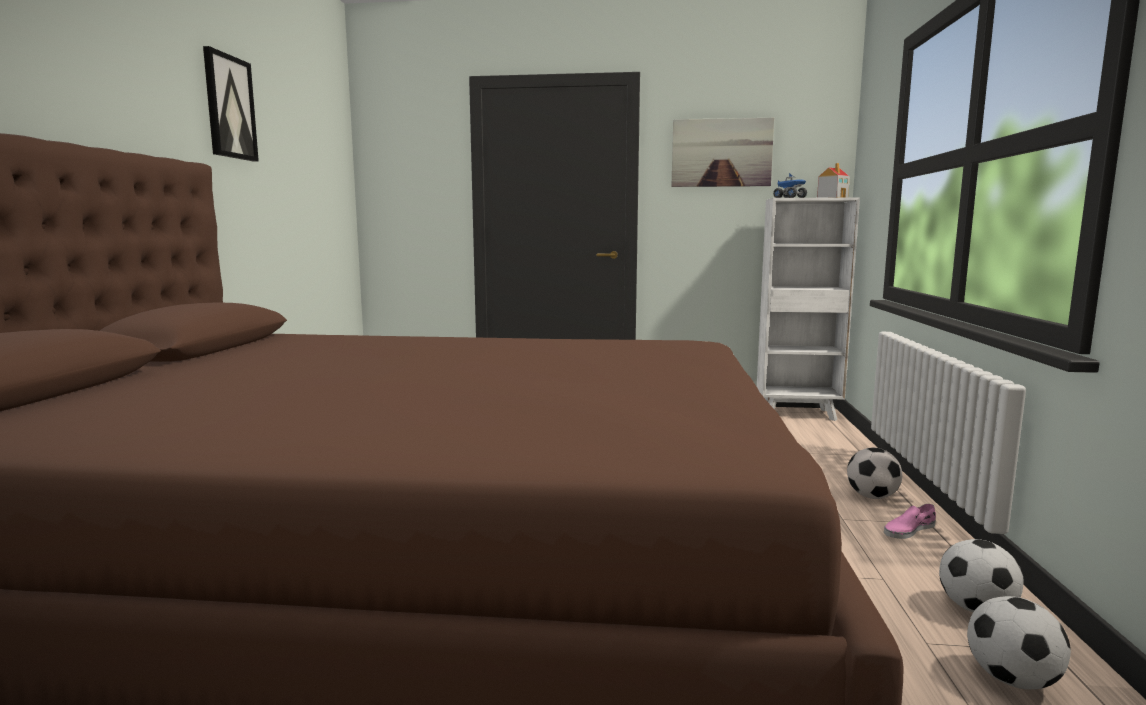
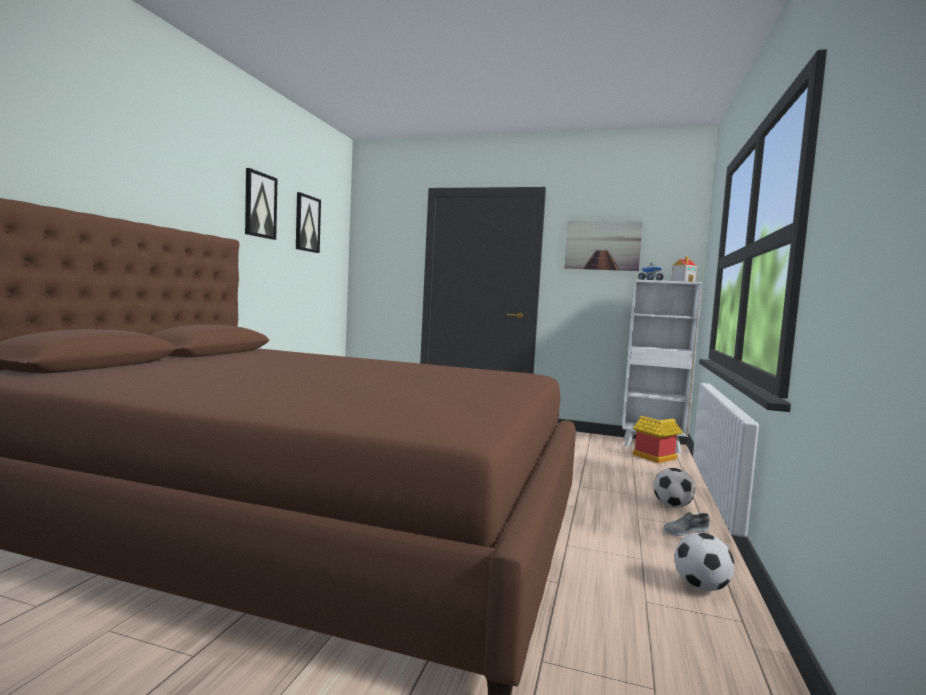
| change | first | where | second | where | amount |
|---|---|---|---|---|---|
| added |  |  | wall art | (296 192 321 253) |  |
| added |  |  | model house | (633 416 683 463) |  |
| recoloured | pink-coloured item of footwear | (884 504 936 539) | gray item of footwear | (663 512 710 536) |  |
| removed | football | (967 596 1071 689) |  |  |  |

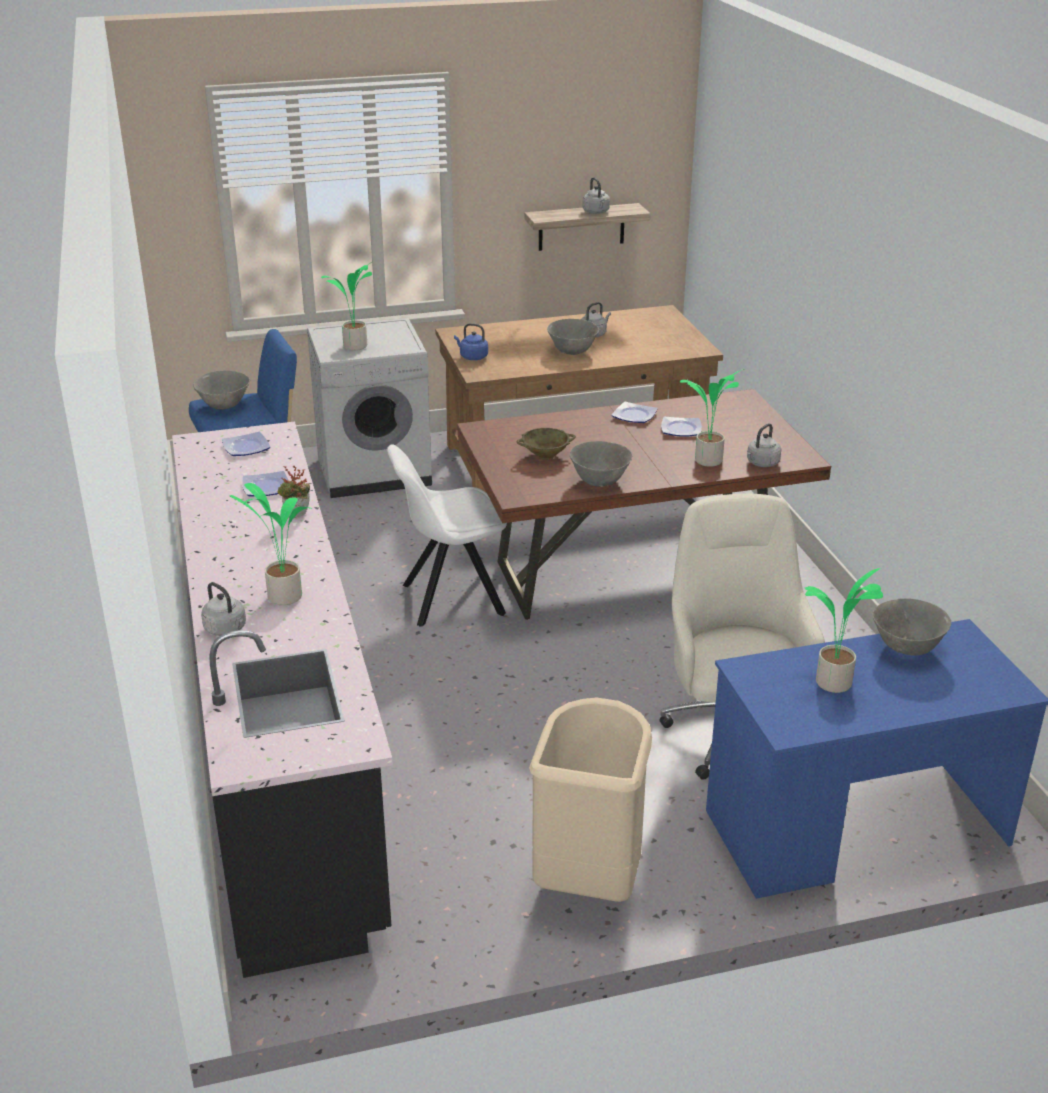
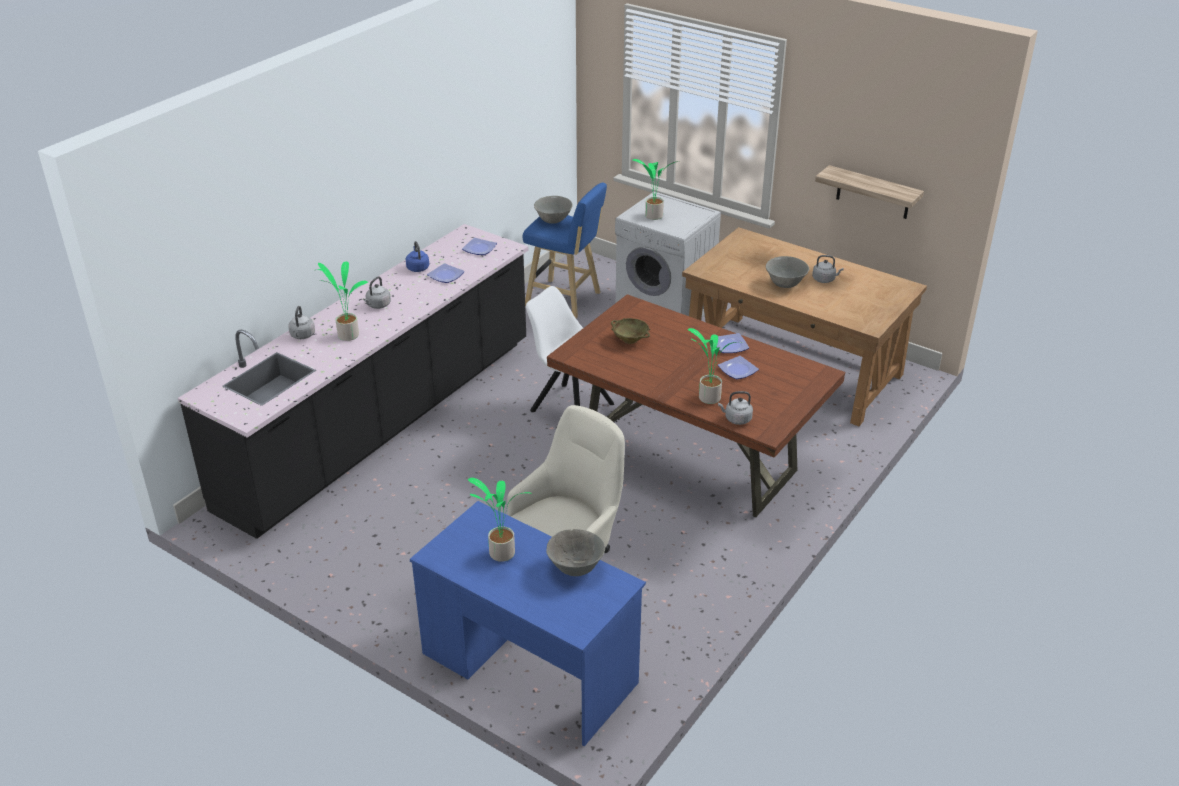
| change | first | where | second | where | amount |
|---|---|---|---|---|---|
| moved | gray tea kettle | (583 177 610 214) |  | (363 276 391 309) |  |
| moved | bluish tea kettle | (454 323 488 360) |  | (406 241 429 272) |  |
| removed | plant in a pot | (277 466 310 518) |  |  |  |
| removed | beige rubbish bin | (529 698 652 902) |  |  |  |
| removed | gray deep dish | (570 441 632 486) |  |  |  |

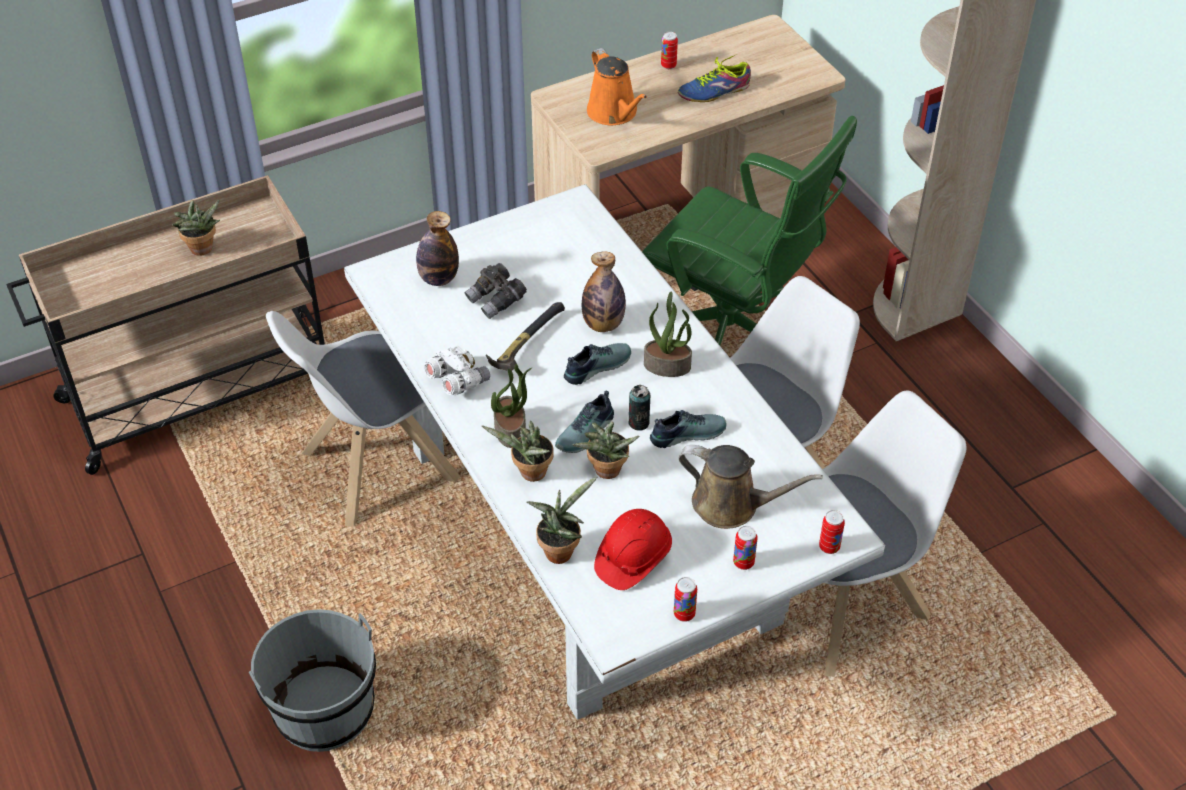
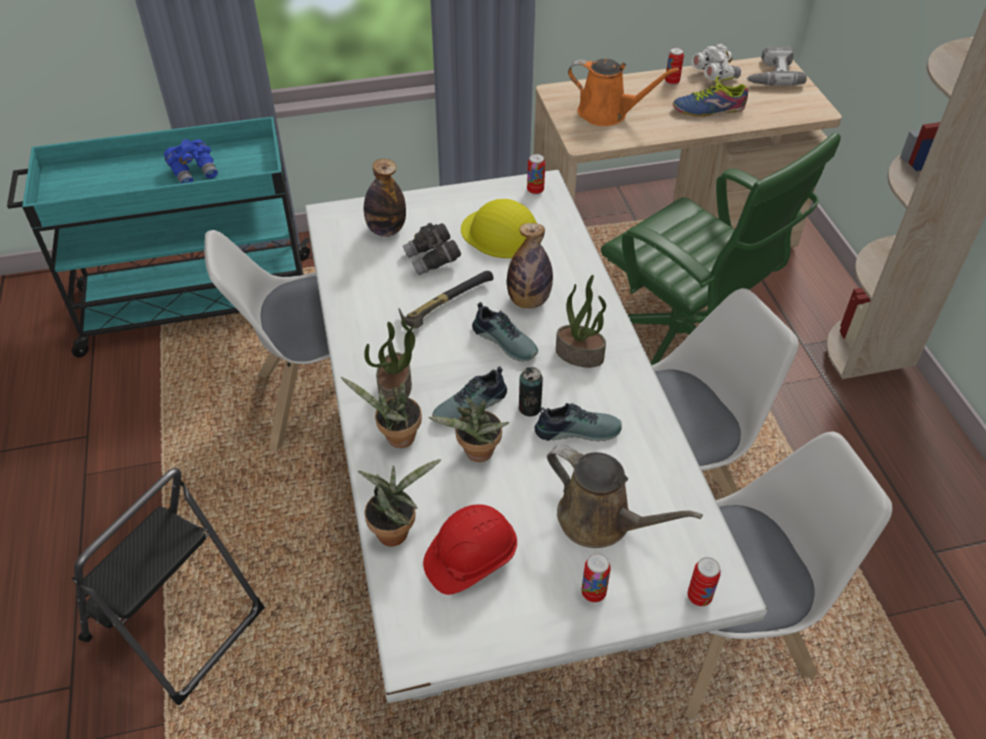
| change | first | where | second | where | amount |
|---|---|---|---|---|---|
| recoloured | beige cart | (6 175 325 475) | turquoise-coloured cart | (7 117 310 358) |  |
| replaced | gray pail | (249 609 376 752) | black-coloured step stool | (72 468 265 705) |  |
| replaced | plant in a pot | (172 200 220 256) | bluish pair of binoculars | (164 139 218 183) |  |
| added |  |  | yellow-coloured hard hat | (461 199 541 258) |  |
| turned | item of footwear | (564 343 631 385) |  | (472 302 538 361) | 60 degrees clockwise |
| moved | metal can | (674 577 697 622) |  | (527 154 545 195) |  |
| turned | orange-coloured watering can | (587 48 647 125) |  | (568 59 679 126) | 60 degrees counterclockwise |
| moved | white pair of binoculars | (424 346 490 395) |  | (691 44 741 80) |  |
| added |  |  | drill | (747 46 807 86) |  |

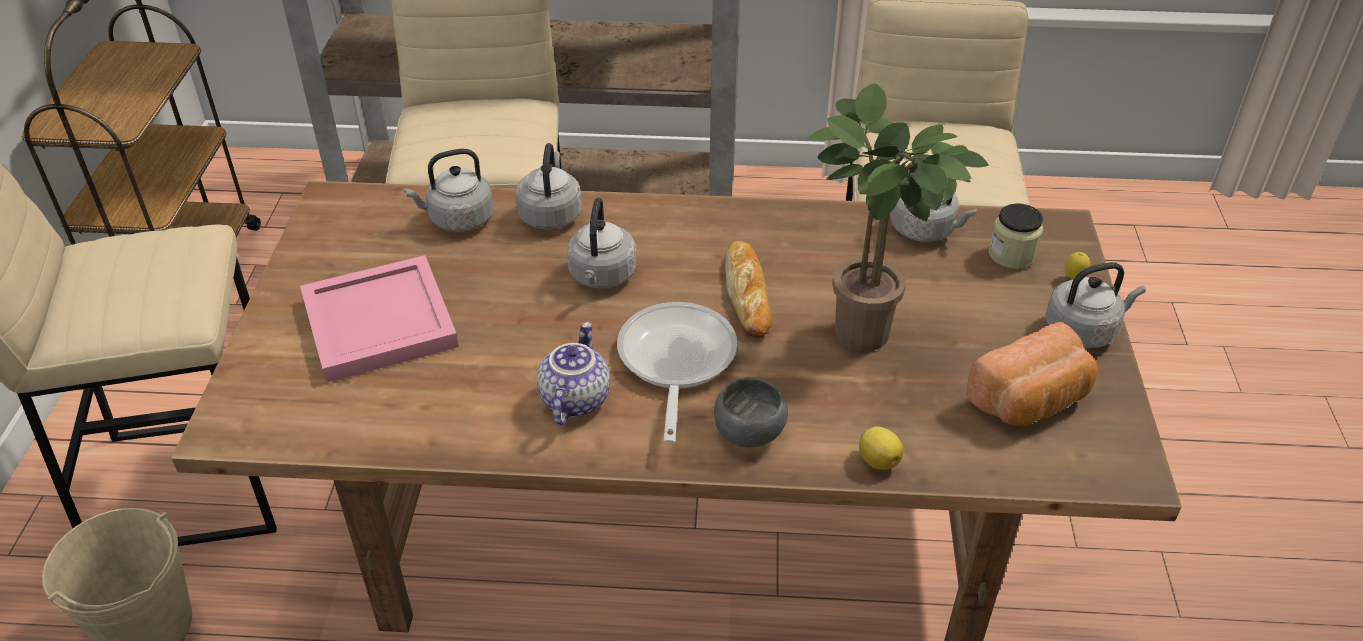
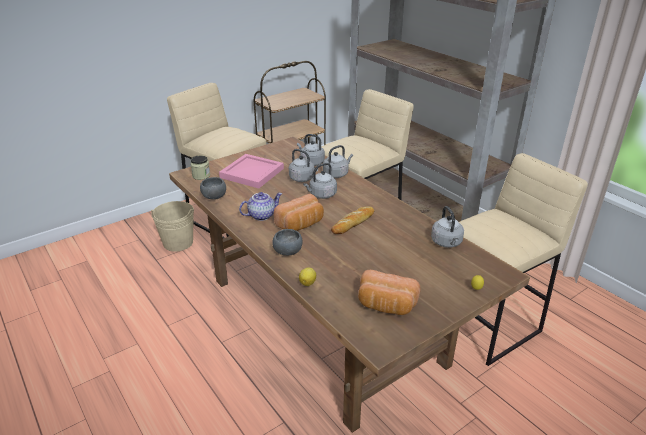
| change | first | where | second | where | amount |
|---|---|---|---|---|---|
| moved | jar | (989 203 1043 269) |  | (190 155 210 180) |  |
| added |  |  | gray deep dish | (200 177 226 200) |  |
| replaced | skillet | (617 302 737 443) | baked bread | (274 194 324 231) |  |
| moved | gray tea kettle | (1046 262 1146 348) |  | (289 149 318 182) |  |
| removed | plant in a pot | (807 83 989 351) |  |  |  |

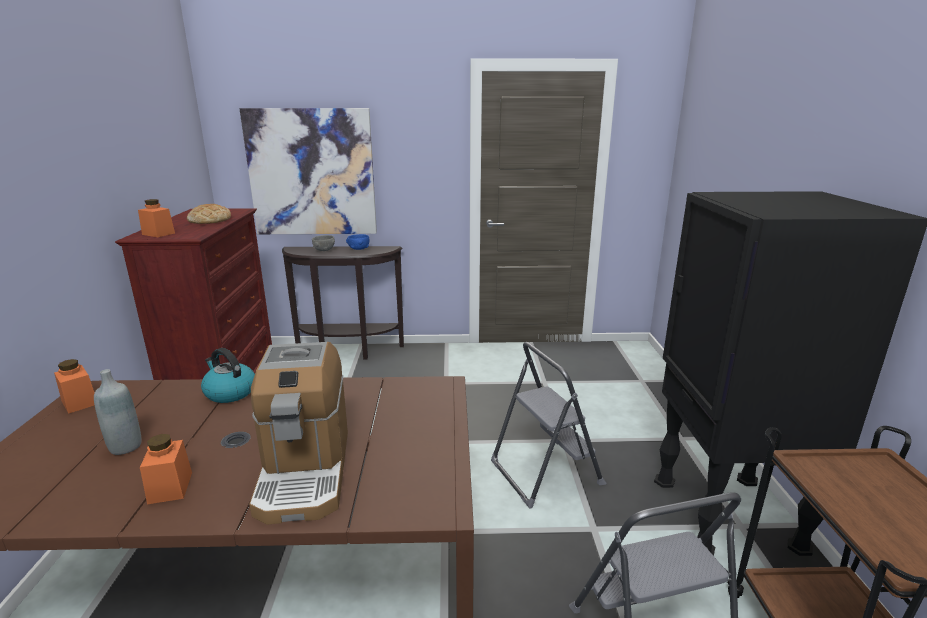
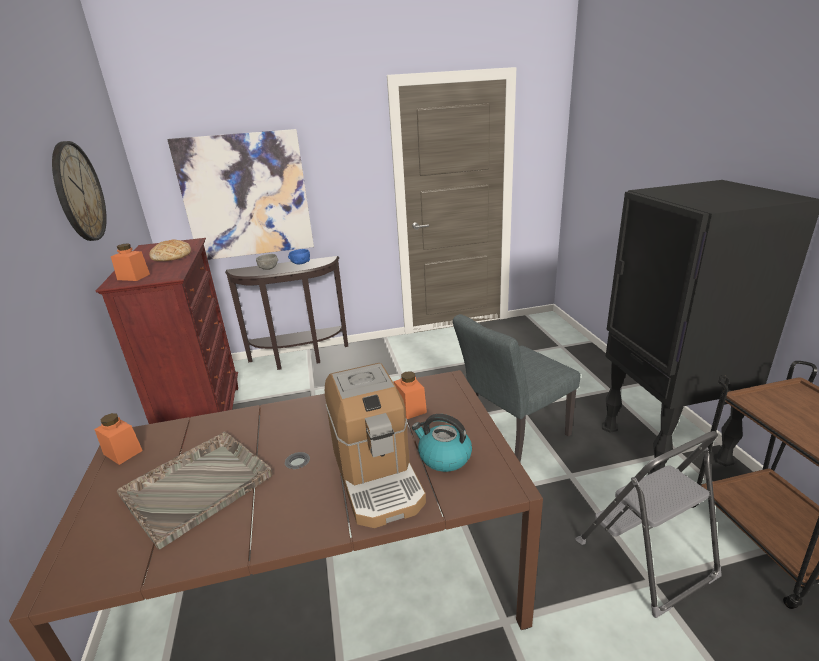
| change | first | where | second | where | amount |
|---|---|---|---|---|---|
| added |  |  | hanging clock | (52 141 107 241) |  |
| replaced | gray beverage bottle | (94 369 141 455) | gray tray | (117 432 273 549) |  |
| moved | orange-coloured jar | (140 434 192 504) |  | (394 371 427 419) |  |
| moved | tea kettle | (201 348 255 403) |  | (412 414 472 472) |  |
| replaced | gray step stool | (491 342 607 509) | gray chair | (453 314 580 463) |  |

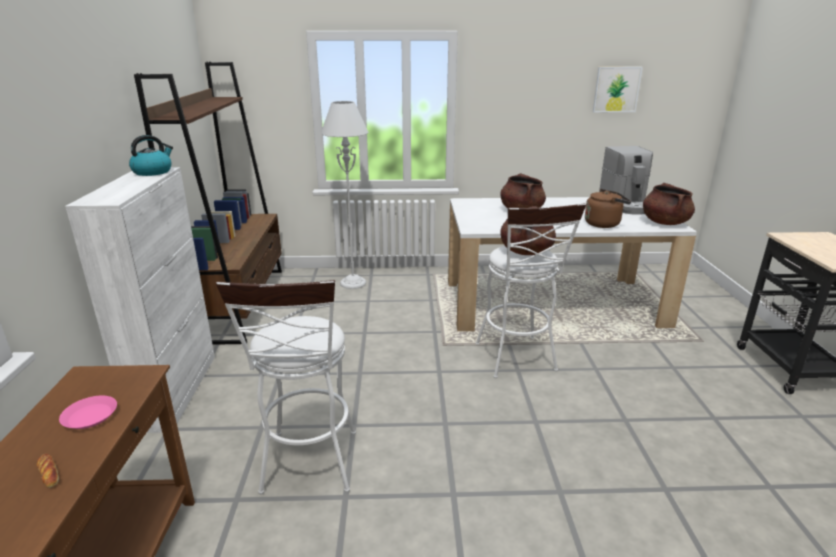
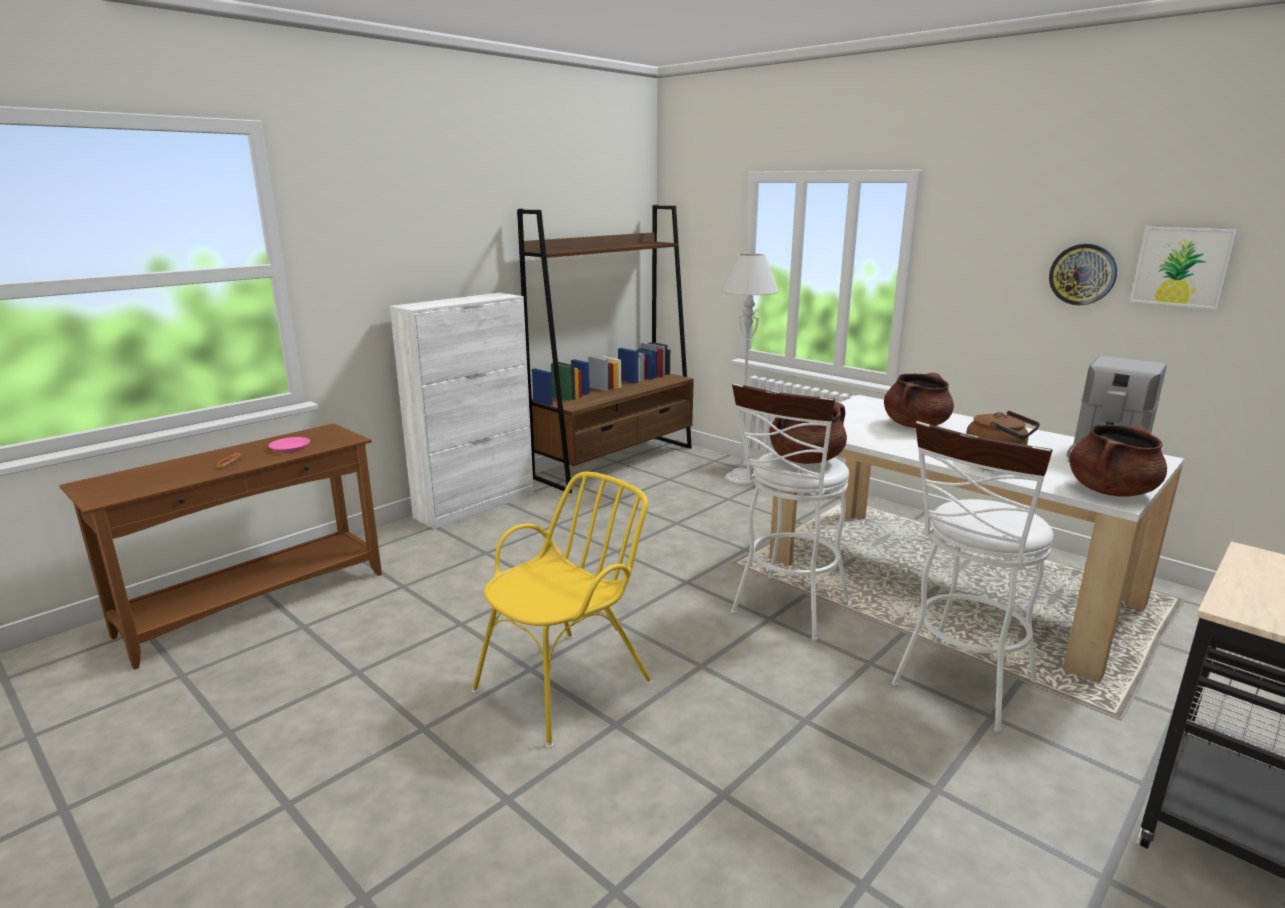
| change | first | where | second | where | amount |
|---|---|---|---|---|---|
| added |  |  | yellow-coloured chair | (471 472 653 748) |  |
| moved | white stool seat | (216 280 356 494) |  | (891 421 1054 733) |  |
| added |  |  | hanging clock | (1049 244 1117 305) |  |
| removed | tea kettle | (129 135 173 176) |  |  |  |

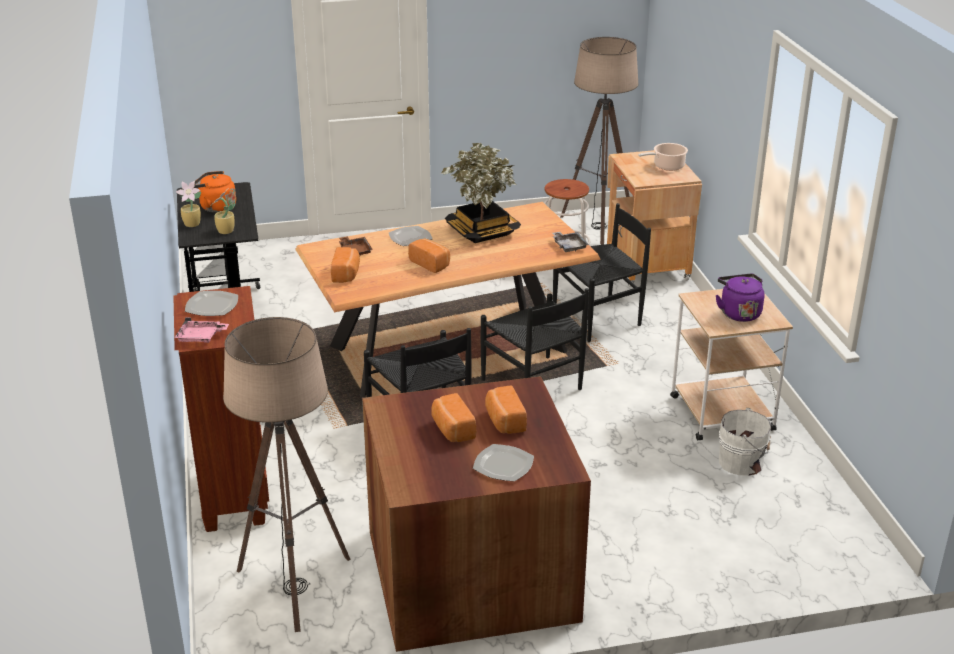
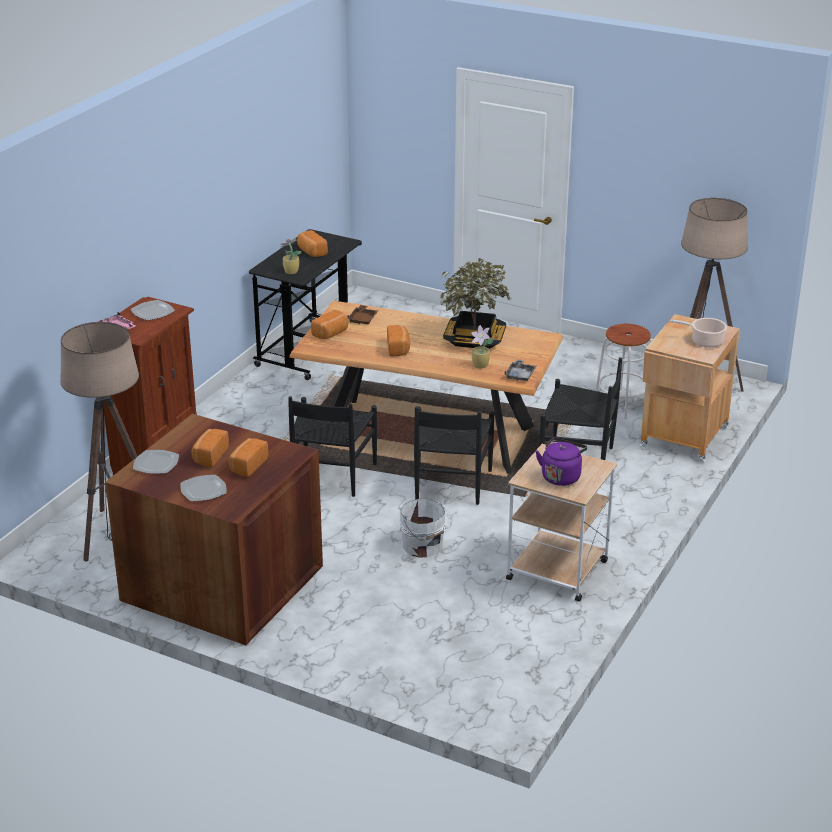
| change | first | where | second | where | amount |
|---|---|---|---|---|---|
| moved | dinner plate | (389 226 433 246) |  | (133 450 179 474) |  |
| replaced | orange-coloured tea kettle | (194 171 236 213) | baked bread | (297 230 328 257) |  |
| moved | white pail | (719 408 771 476) |  | (399 499 450 558) |  |
| moved | plant in a pot | (176 181 201 227) |  | (471 325 494 369) |  |

